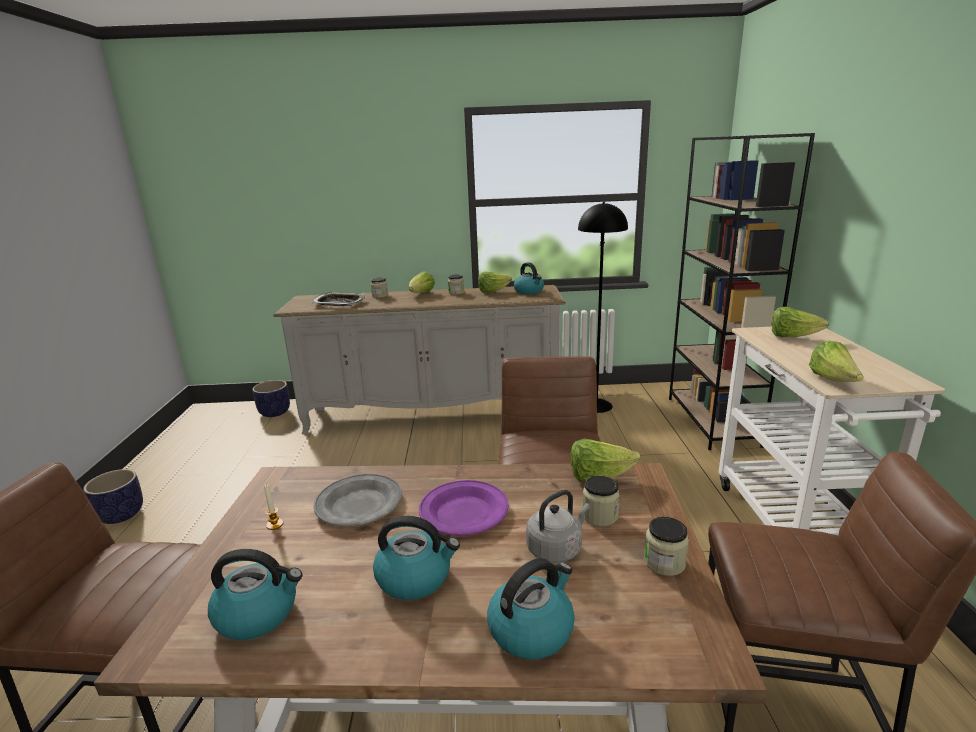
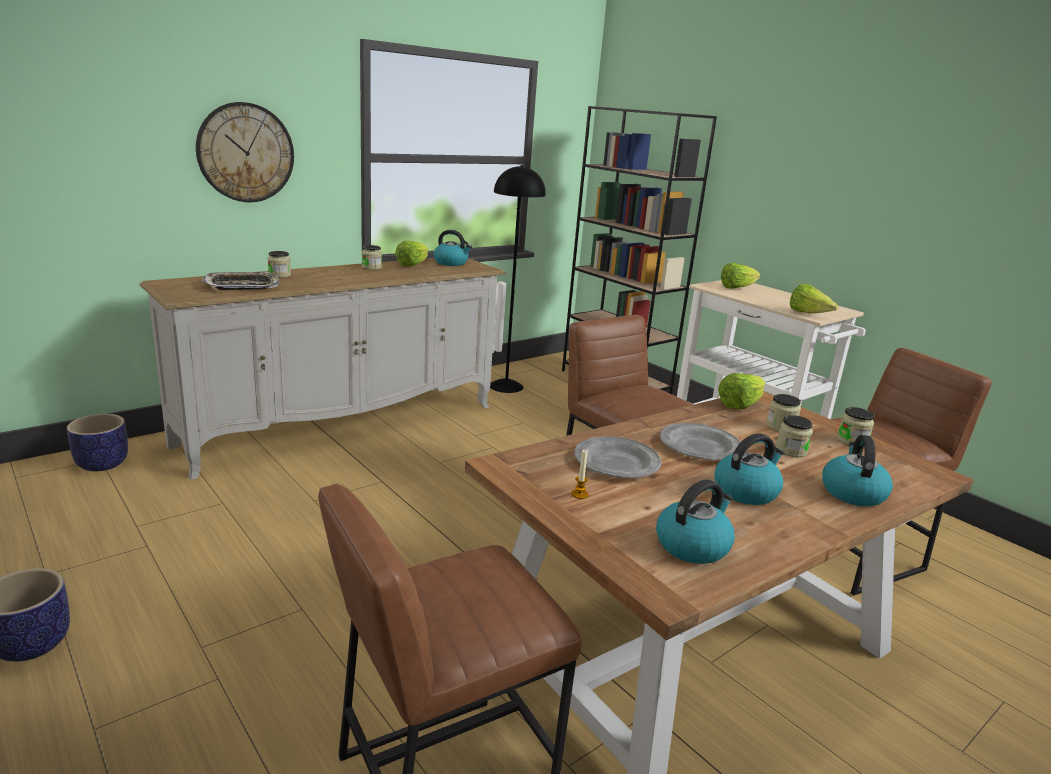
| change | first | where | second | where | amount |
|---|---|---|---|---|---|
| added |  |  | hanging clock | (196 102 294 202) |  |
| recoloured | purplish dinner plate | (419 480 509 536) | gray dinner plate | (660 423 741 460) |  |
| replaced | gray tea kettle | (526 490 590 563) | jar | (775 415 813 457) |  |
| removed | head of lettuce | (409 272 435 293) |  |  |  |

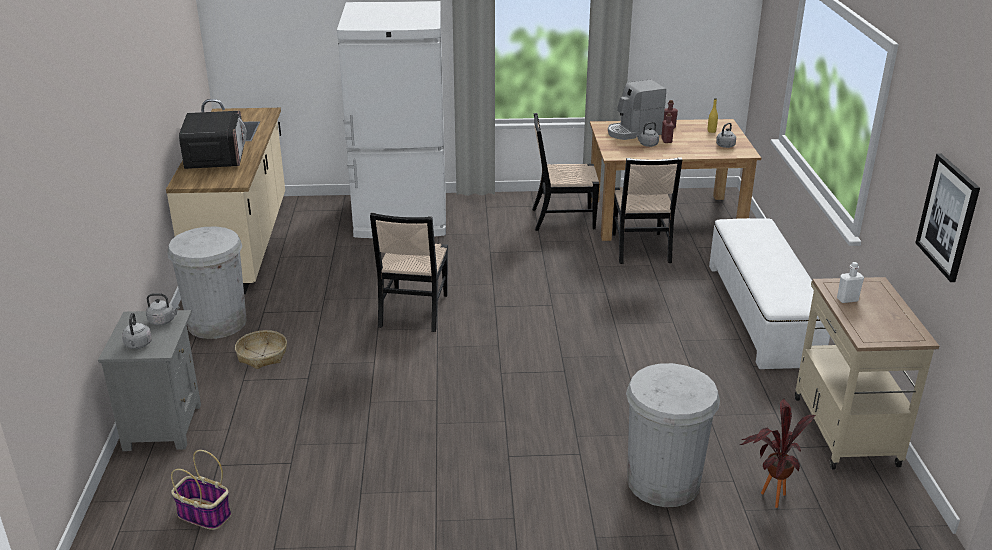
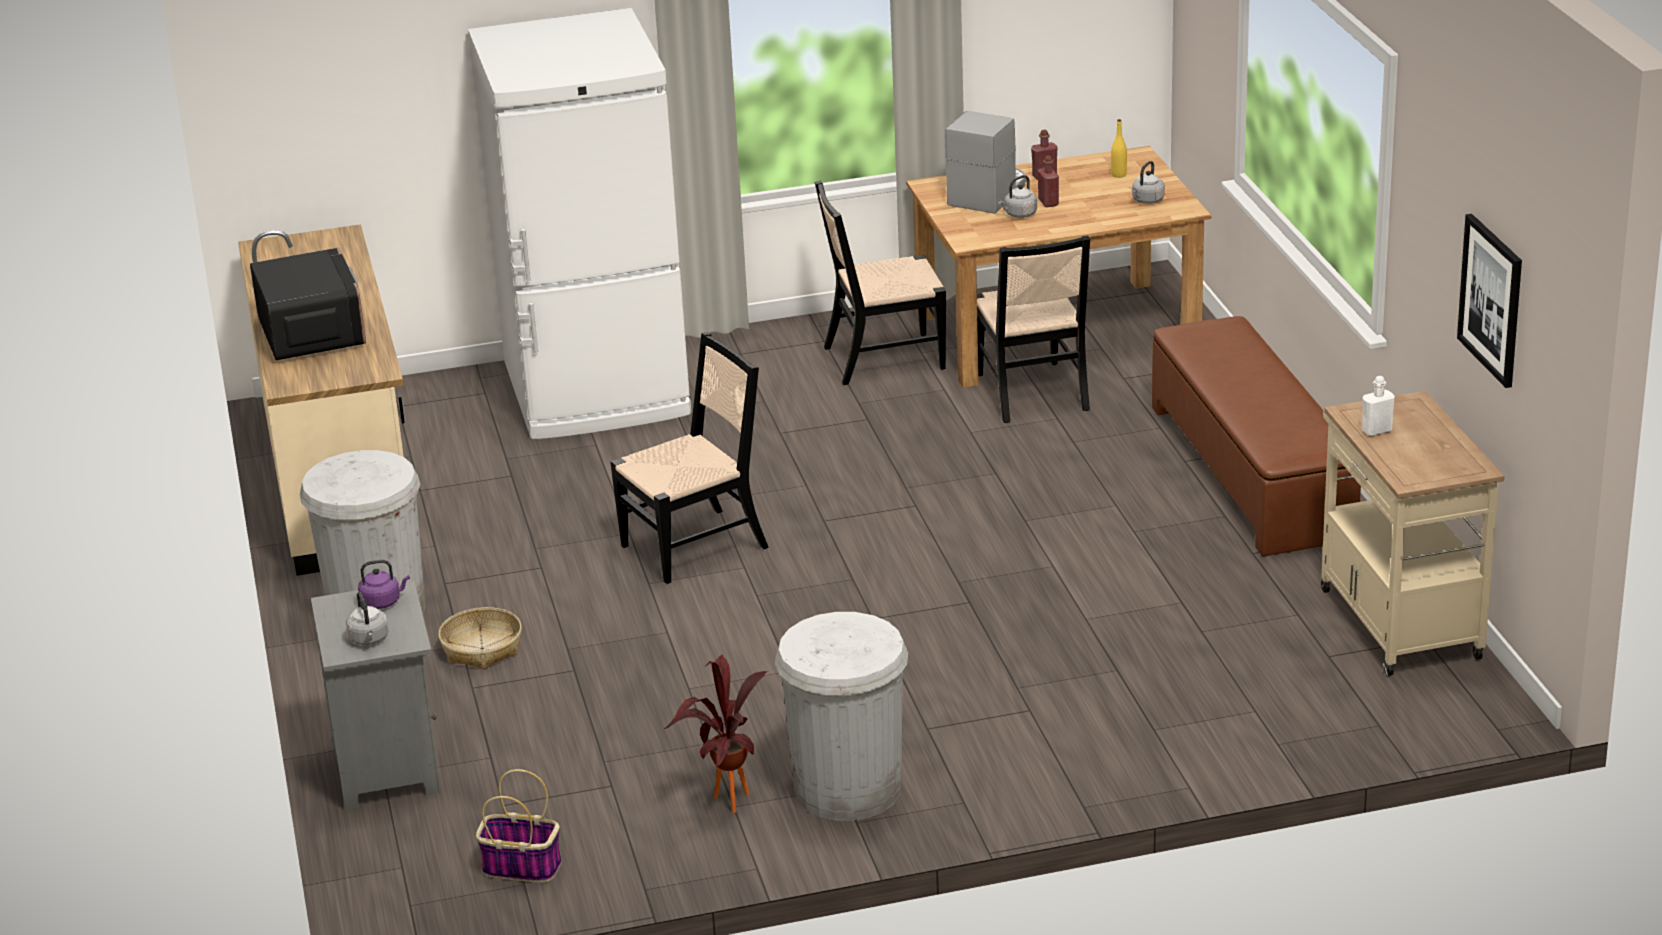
| change | first | where | second | where | amount |
|---|---|---|---|---|---|
| recoloured | gray tea kettle | (146 293 180 325) | purplish tea kettle | (358 560 410 609) |  |
| turned | chair | (370 213 448 332) |  | (610 332 769 584) | 120 degrees counterclockwise |
| moved | plant in a pot | (740 398 816 508) |  | (664 655 769 813) |  |
| moved | white rubbish bin | (626 363 720 507) |  | (775 612 908 821) |  |
| turned | coffee machine | (608 79 666 140) |  | (945 111 1027 214) | 150 degrees clockwise |
| recoloured | white long seat | (709 218 830 369) | brown-coloured long seat | (1152 316 1361 556) |  |

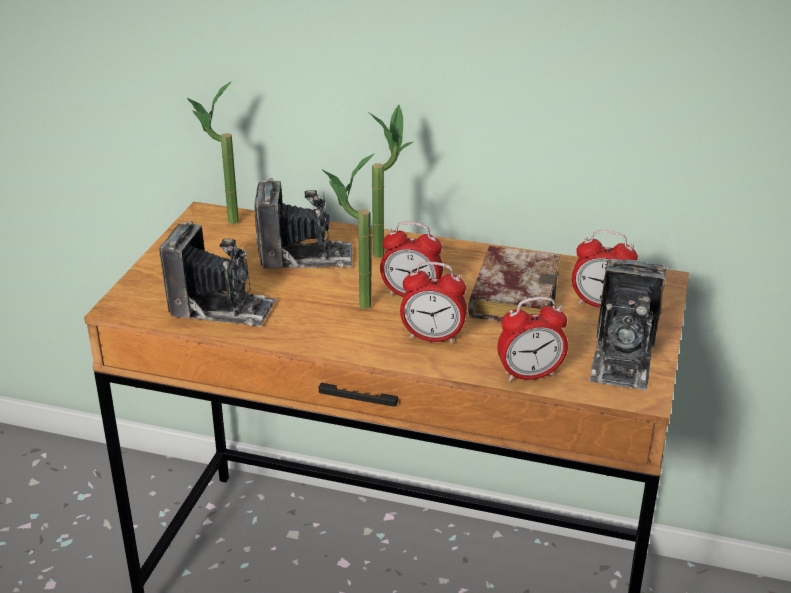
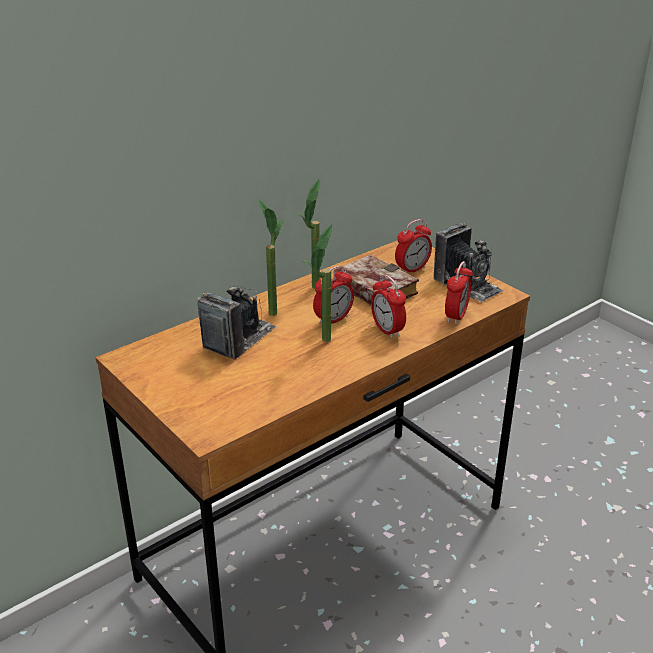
| change | first | where | second | where | amount |
|---|---|---|---|---|---|
| moved | plant in a pot | (187 81 239 224) |  | (294 180 320 289) |  |
| turned | bedside clock | (400 262 467 343) |  | (371 275 406 339) | 105 degrees clockwise |
| removed | still camera | (159 221 277 327) |  |  |  |

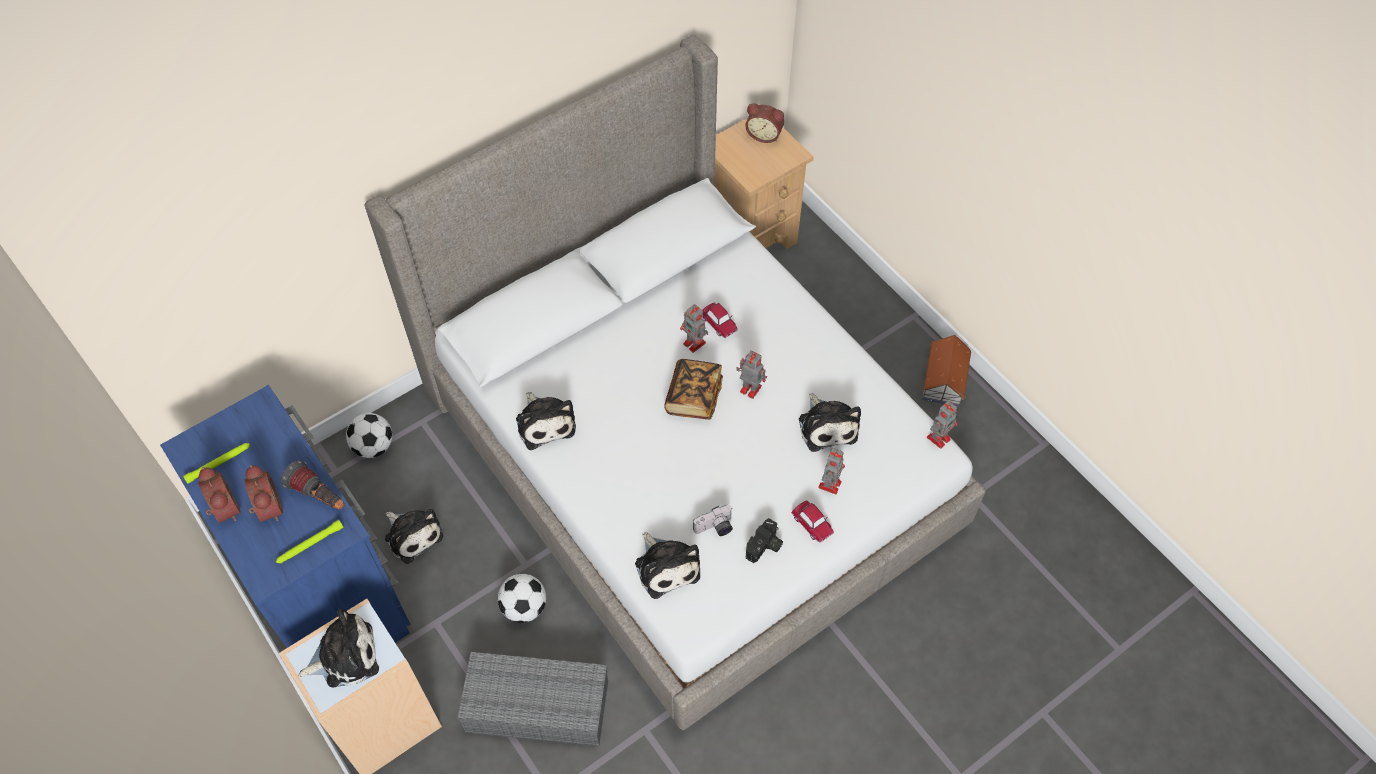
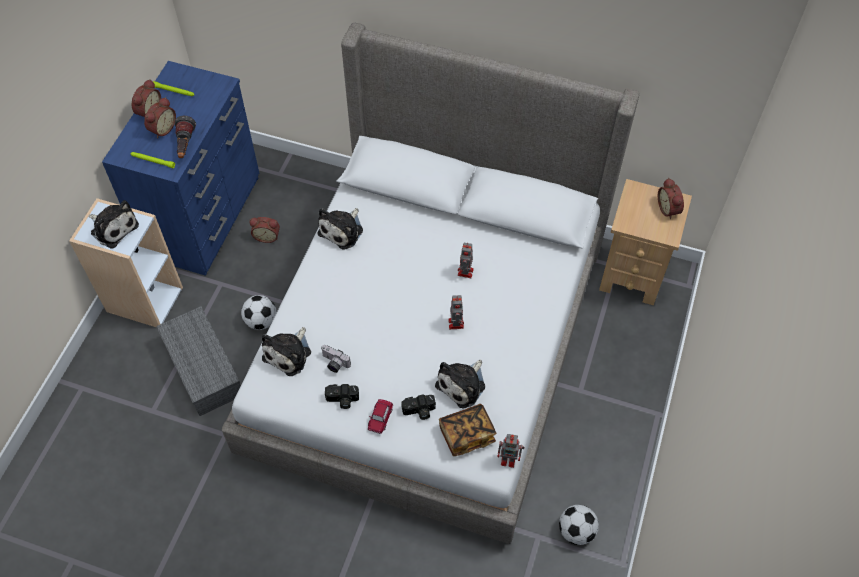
| change | first | where | second | where | amount |
|---|---|---|---|---|---|
| replaced | cuddly toy | (385 509 443 564) | bedside clock | (250 217 280 243) |  |
| replaced | robot figure | (819 448 845 494) | still camera | (401 395 436 420) |  |
| moved | bound book | (664 359 723 420) |  | (439 404 496 456) |  |
| moved | football | (346 413 392 458) |  | (559 505 599 545) |  |
| removed | model car | (702 303 738 338) |  |  |  |
| removed | model house | (922 335 971 407) |  |  |  |

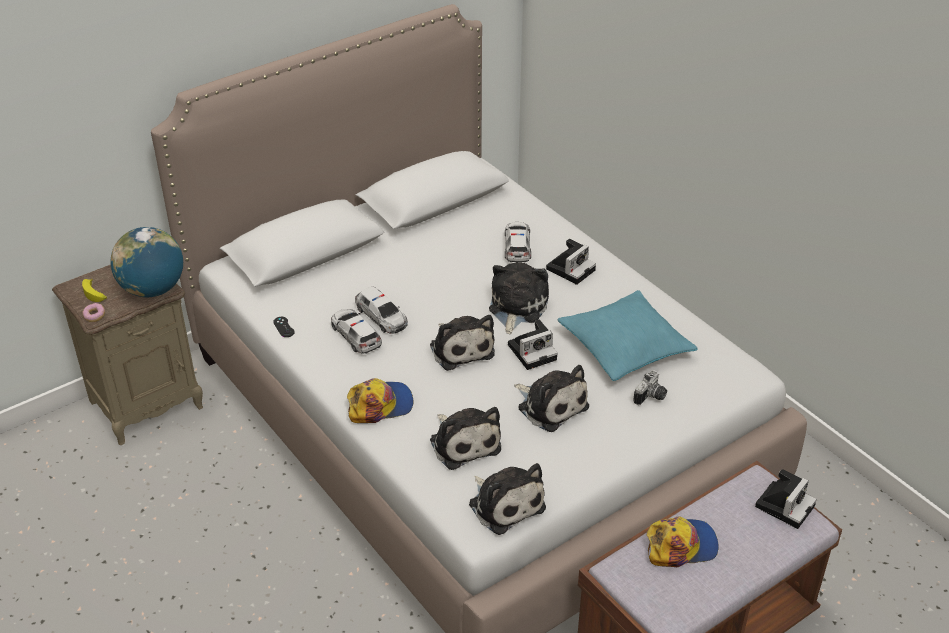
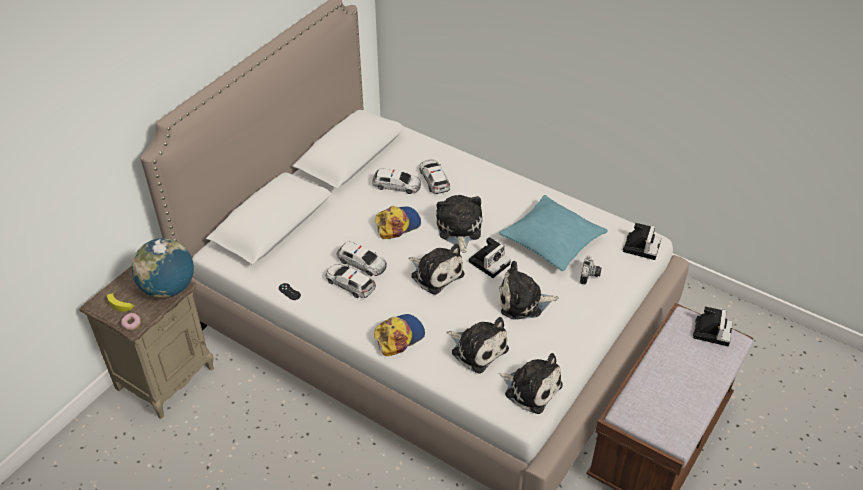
| change | first | where | second | where | amount |
|---|---|---|---|---|---|
| added |  |  | model car | (372 169 421 194) |  |
| moved | peaked cap | (647 516 719 567) |  | (375 206 421 239) |  |
| turned | cuddly toy | (514 365 589 432) |  | (499 261 559 320) | 150 degrees clockwise |
| moved | still camera | (546 239 596 285) |  | (623 223 661 260) |  |

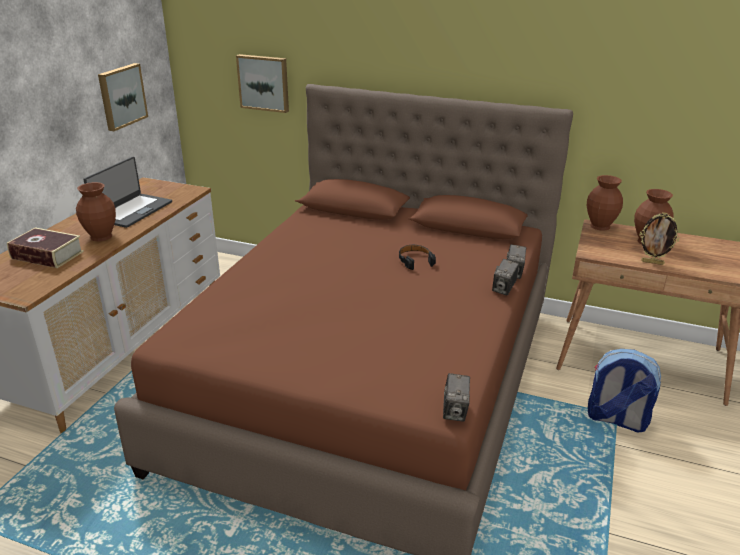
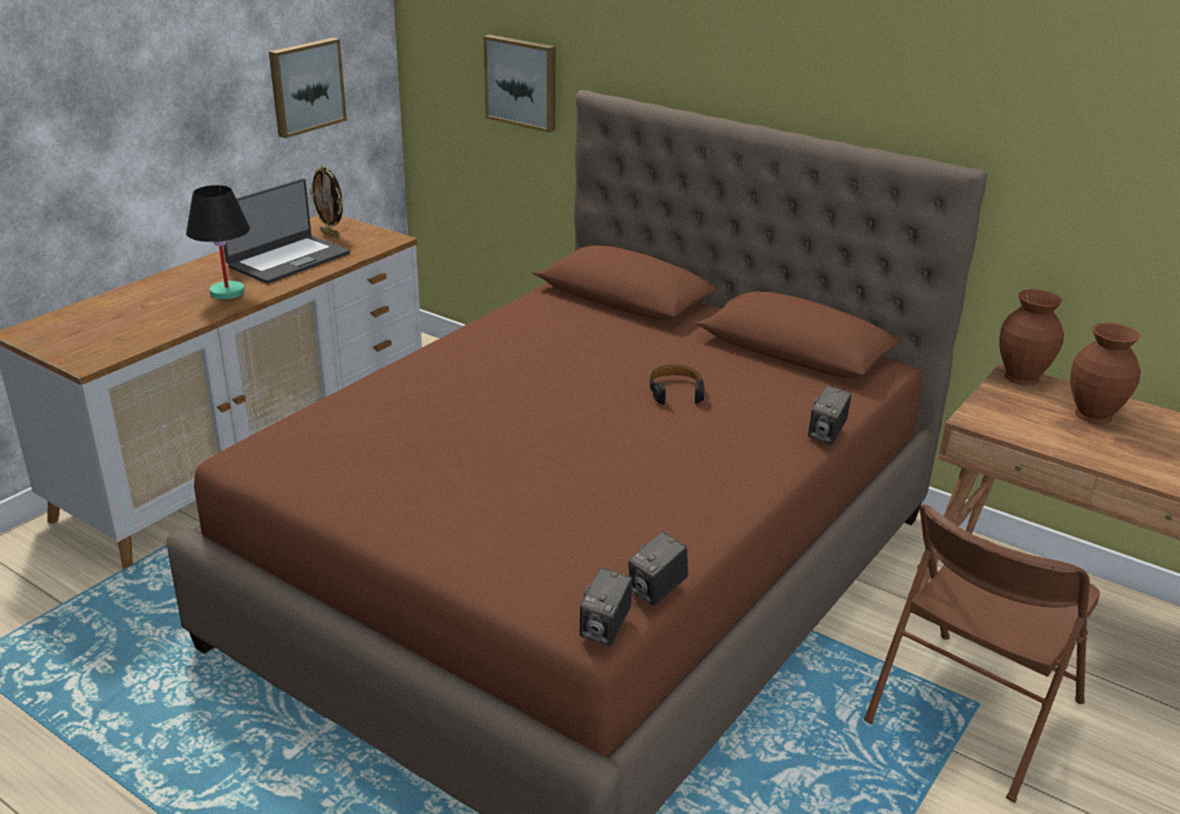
| change | first | where | second | where | amount |
|---|---|---|---|---|---|
| replaced | brown-coloured vase | (76 182 116 241) | black-coloured lamp for a table | (186 185 250 299) |  |
| moved | picture frame | (639 212 679 265) |  | (309 166 343 237) |  |
| moved | still camera | (492 259 519 296) |  | (628 531 688 606) |  |
| replaced | rucksack | (588 349 661 432) | brown-coloured chair | (864 504 1100 803) |  |
| removed | bound book | (7 227 84 268) |  |  |  |

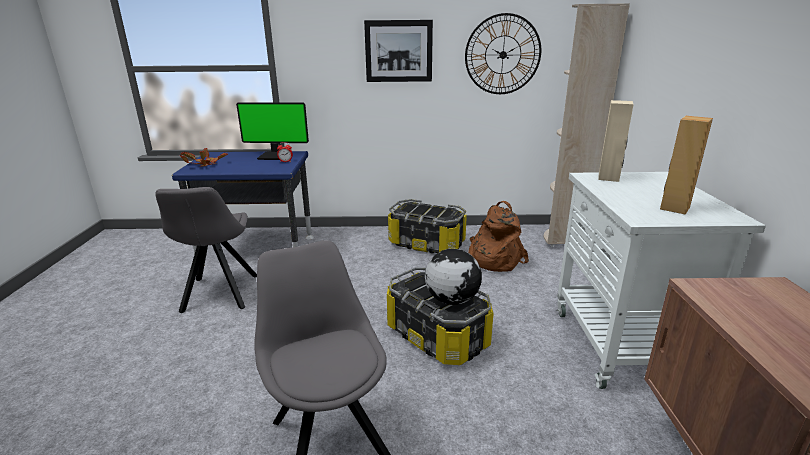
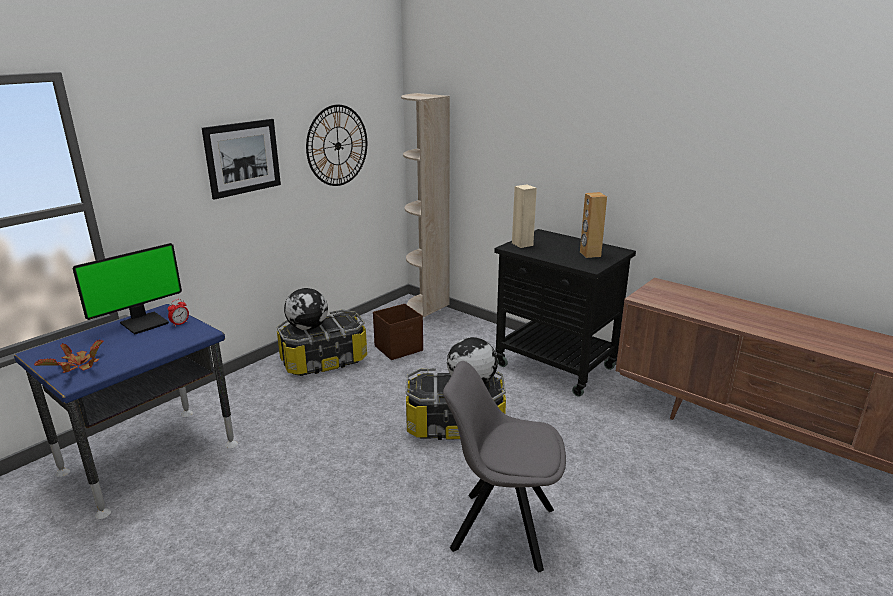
| change | first | where | second | where | amount |
|---|---|---|---|---|---|
| added |  |  | globe | (284 288 328 330) |  |
| replaced | brown-coloured rucksack | (468 201 529 272) | brown-coloured storage container | (373 304 423 360) |  |
| recoloured | white cart | (556 172 766 389) | black-coloured cart | (494 229 636 397) |  |
| removed | gray chair | (155 187 257 313) |  |  |  |

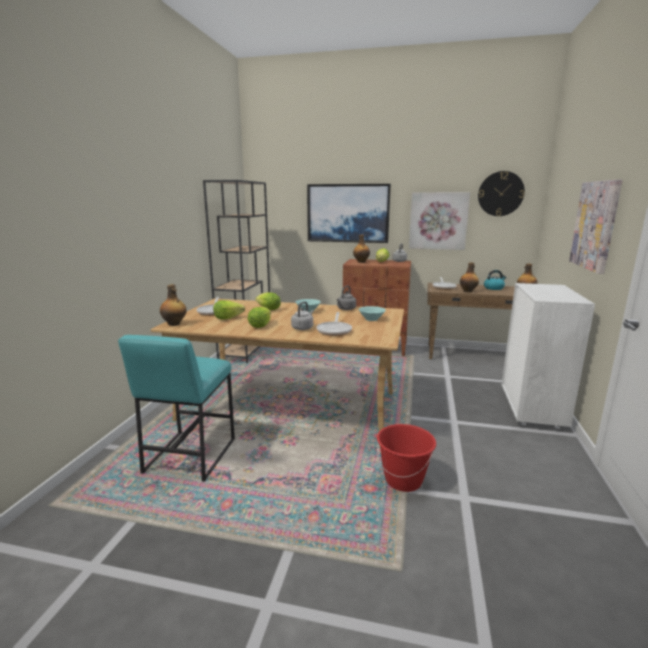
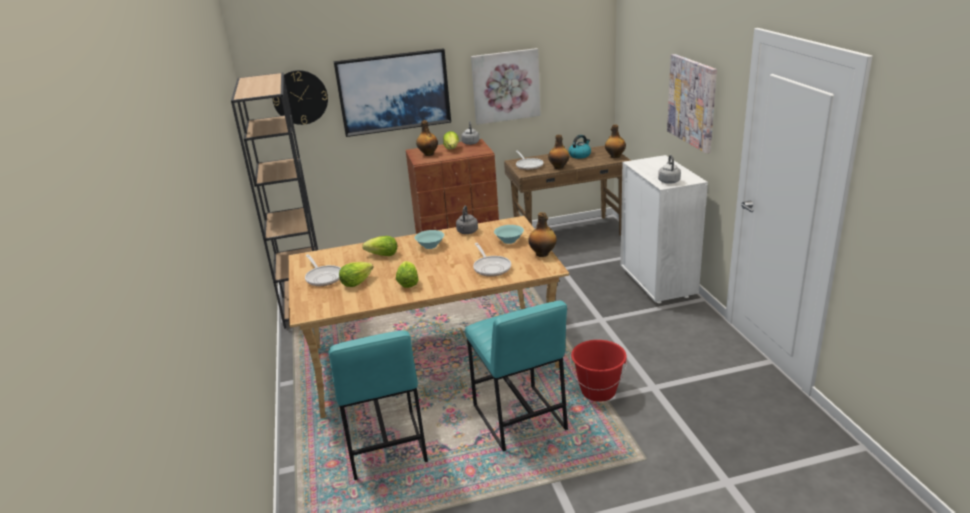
| change | first | where | second | where | amount |
|---|---|---|---|---|---|
| moved | hanging clock | (478 171 525 216) |  | (272 70 328 125) |  |
| added |  |  | turquoise-coloured chair | (465 301 568 452) |  |
| moved | beverage bottle | (160 284 187 326) |  | (528 212 557 257) |  |
| moved | gray tea kettle | (291 301 313 330) |  | (658 155 681 184) |  |

